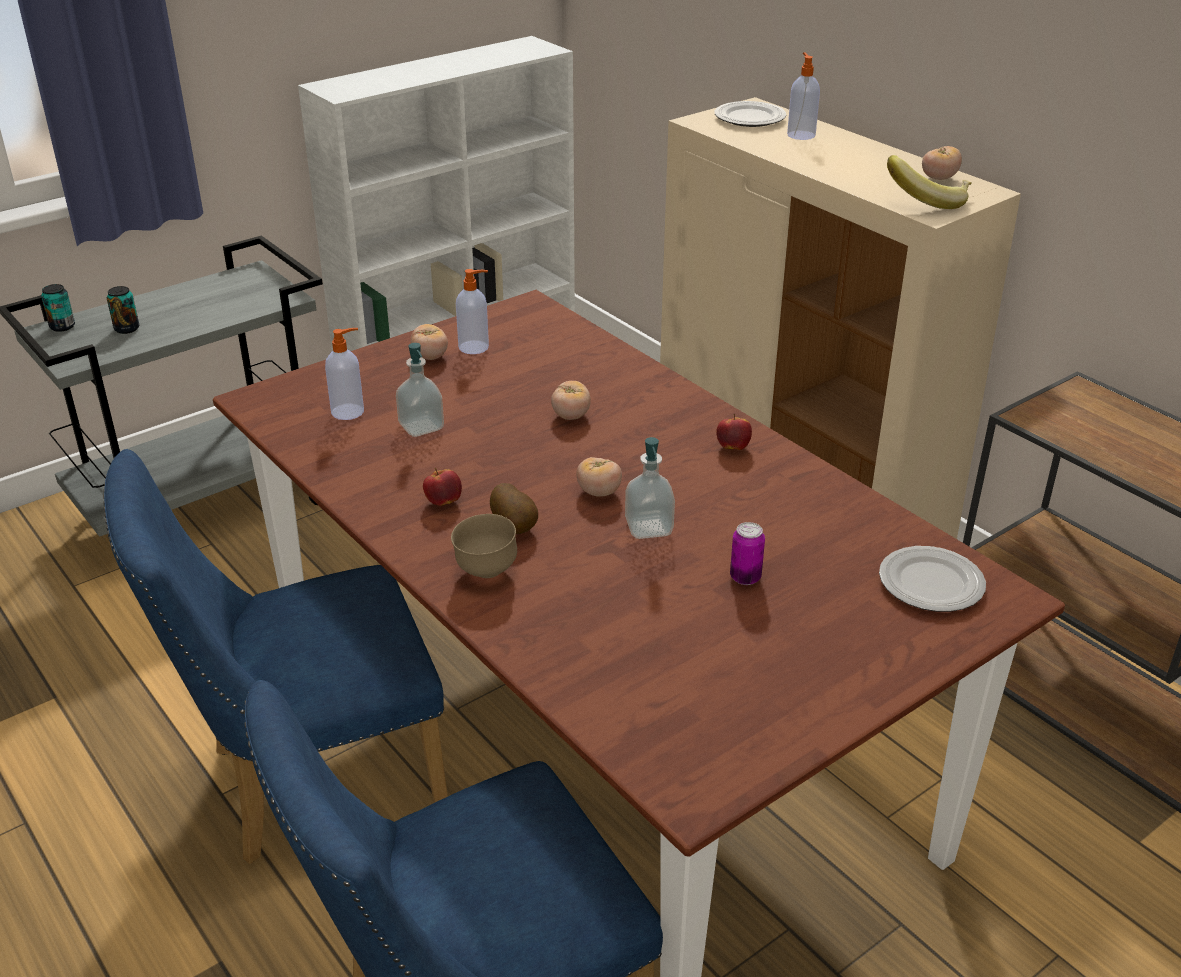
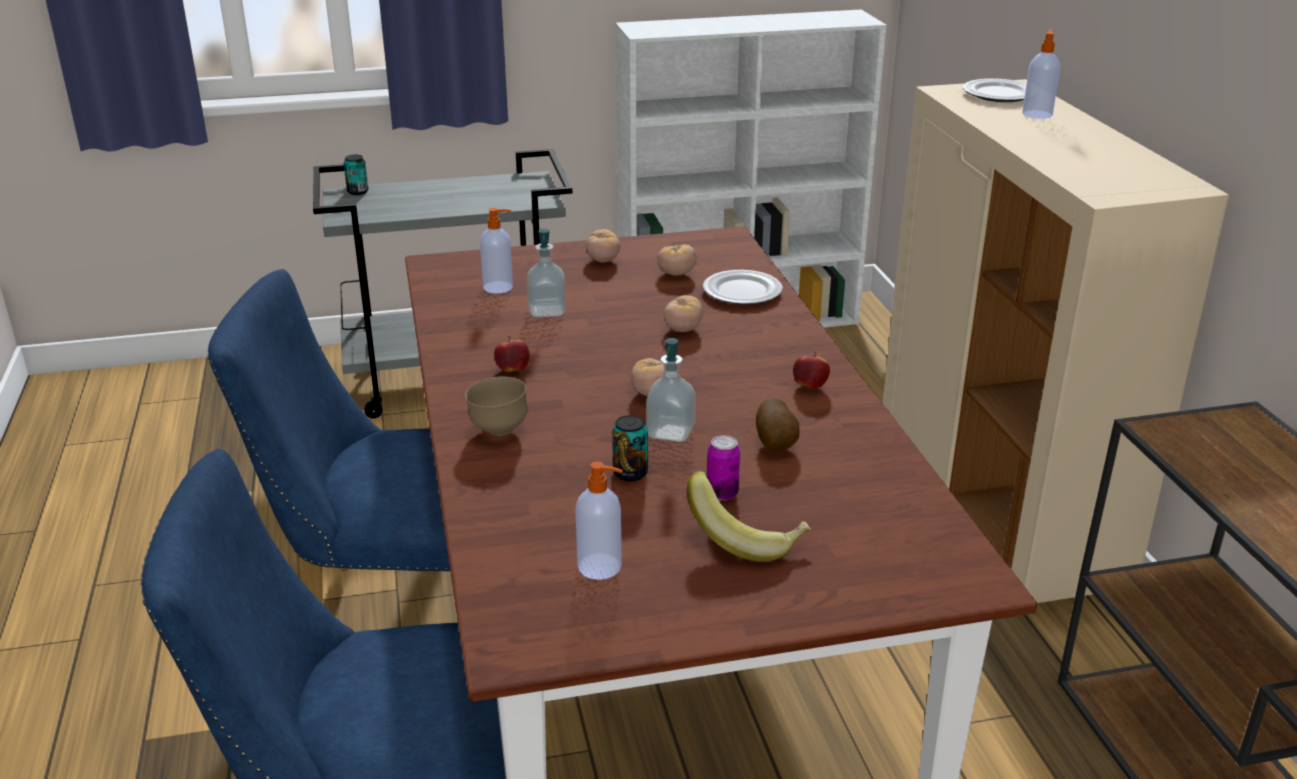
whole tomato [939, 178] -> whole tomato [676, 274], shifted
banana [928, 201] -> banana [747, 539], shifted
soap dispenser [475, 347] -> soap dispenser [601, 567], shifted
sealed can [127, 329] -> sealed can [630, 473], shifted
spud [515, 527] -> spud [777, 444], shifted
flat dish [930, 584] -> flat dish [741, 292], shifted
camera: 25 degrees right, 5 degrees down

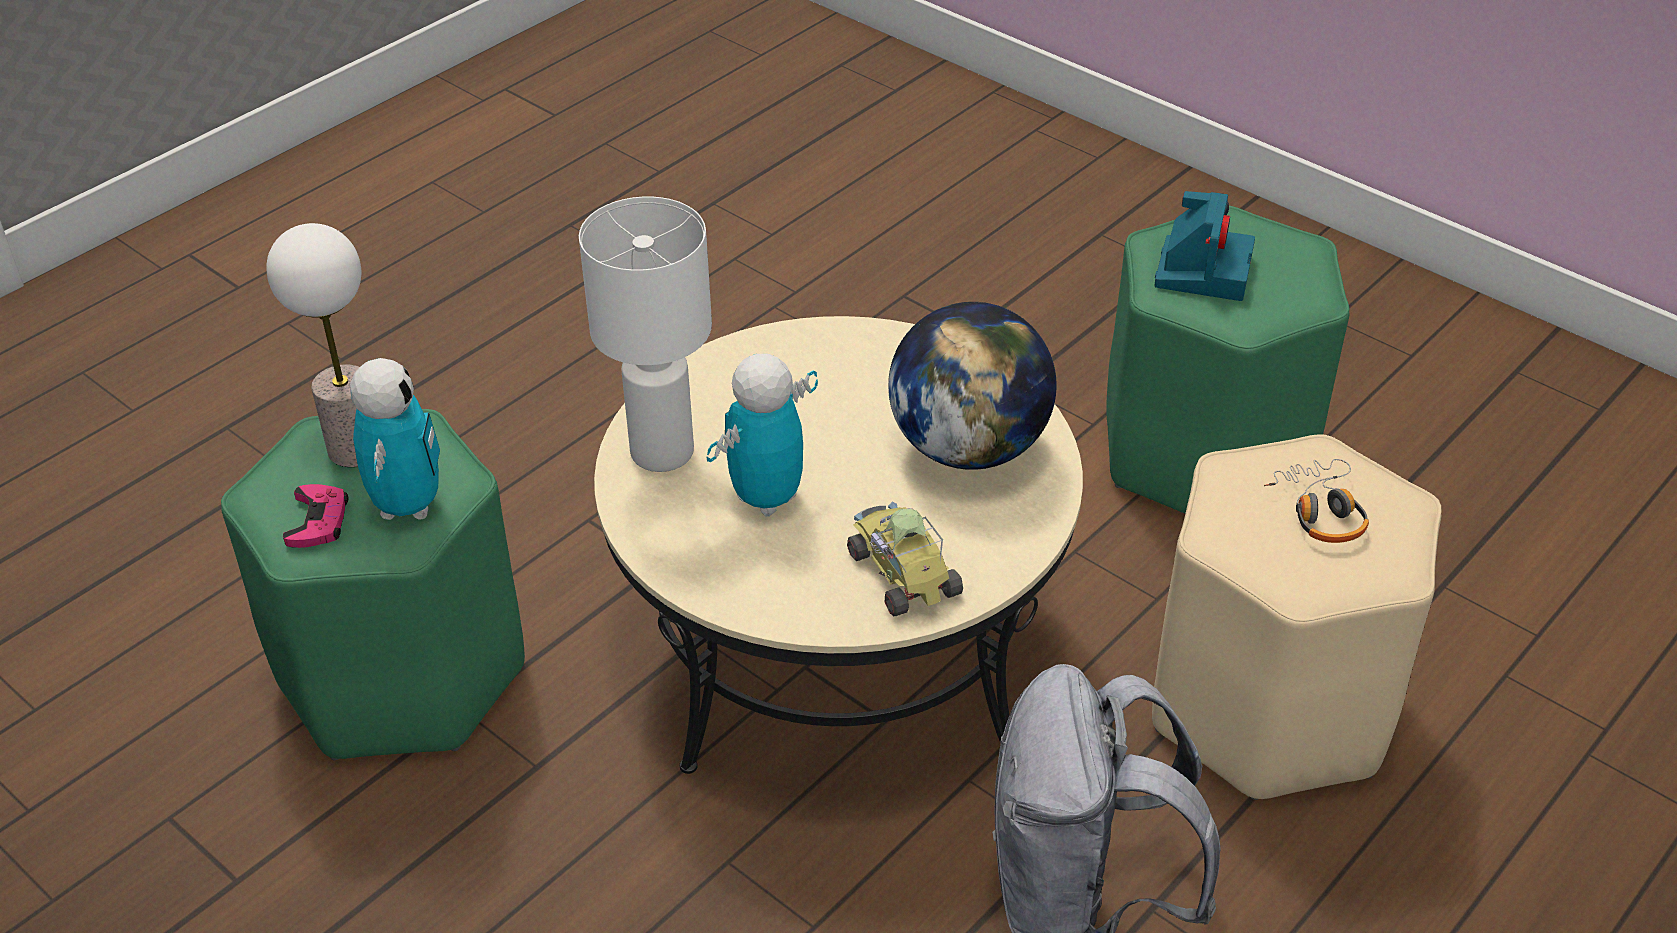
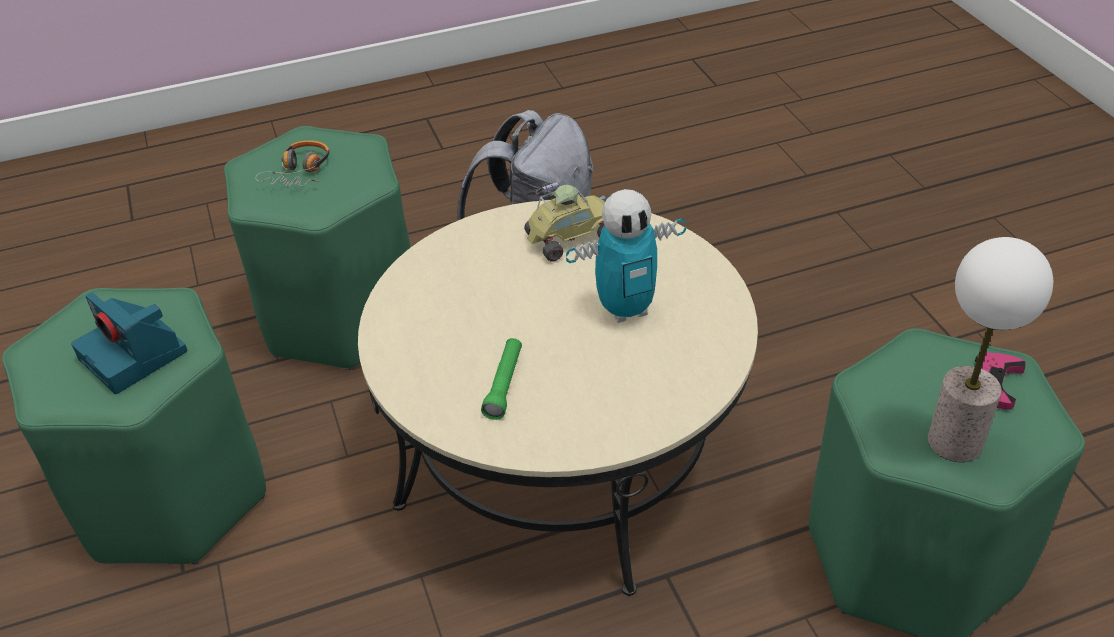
photo camera [1202, 269] -> photo camera [135, 356], 90 degrees counterclockwise
white-coloured lamp for a table [664, 452] -> none
globe [968, 447] -> none
model robot [407, 505] -> none
sand-coloured stool seat [1270, 708] -> green-coloured stool seat [341, 314]
model car [900, 572] -> model car [572, 235], 120 degrees counterclockwise
none -> green-coloured torch [504, 385]
camera: 150 degrees left, 0 degrees up

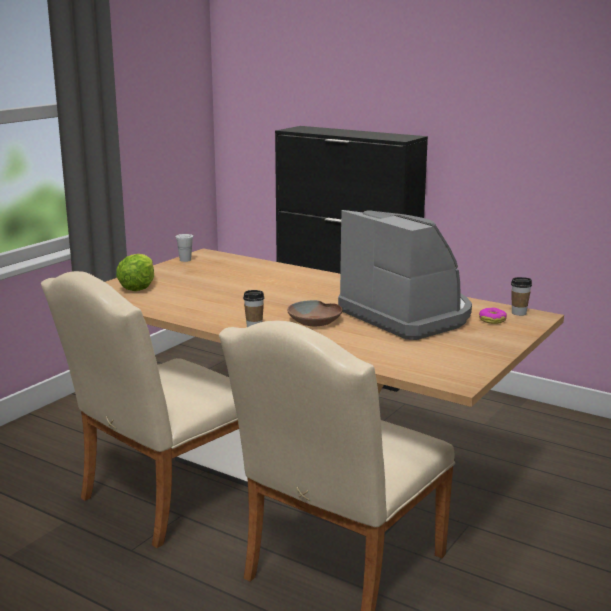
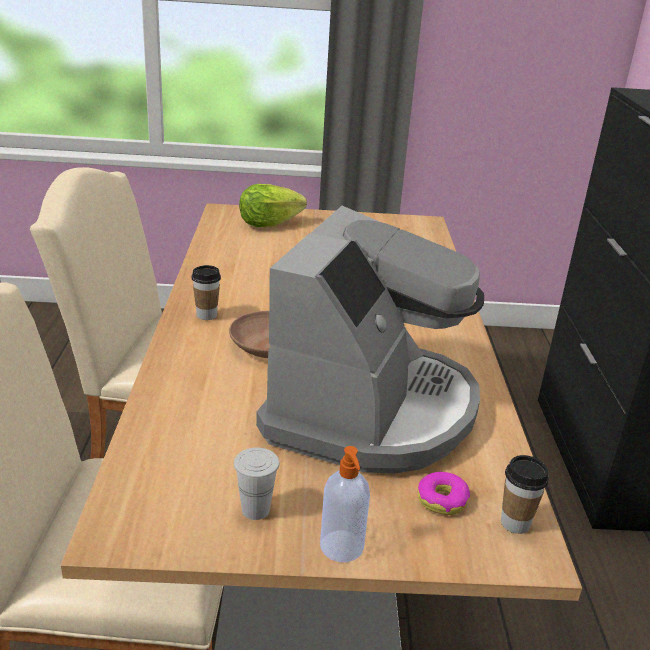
white-coloured cup [185, 260] -> white-coloured cup [255, 510], shifted
none -> soap dispenser [342, 548]
camera: 55 degrees right, 10 degrees up

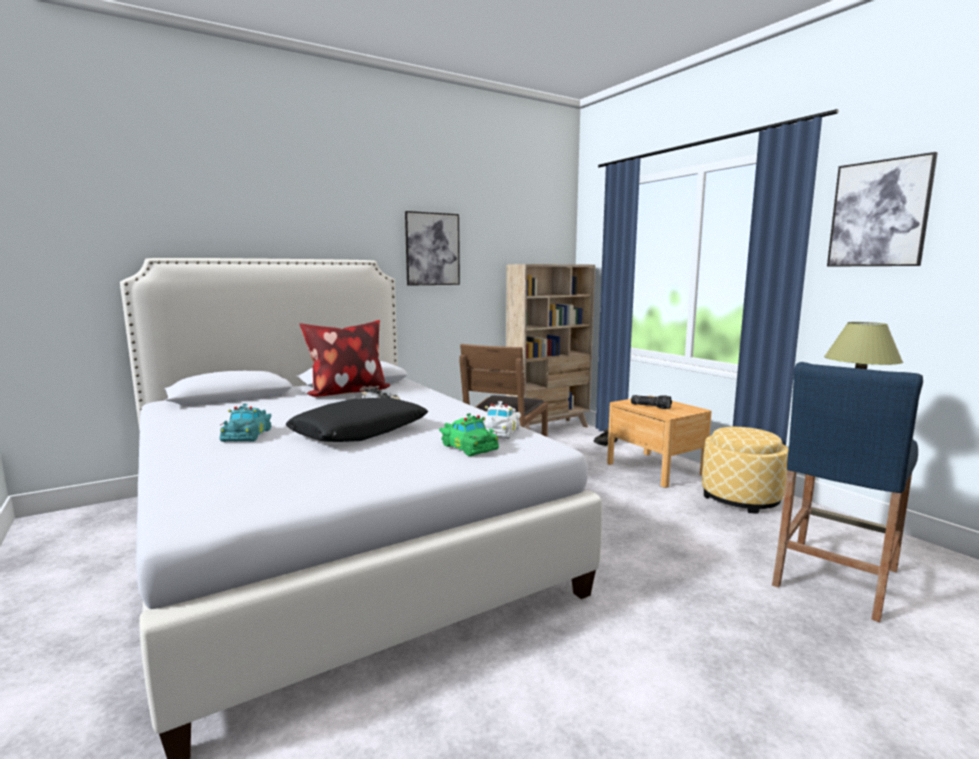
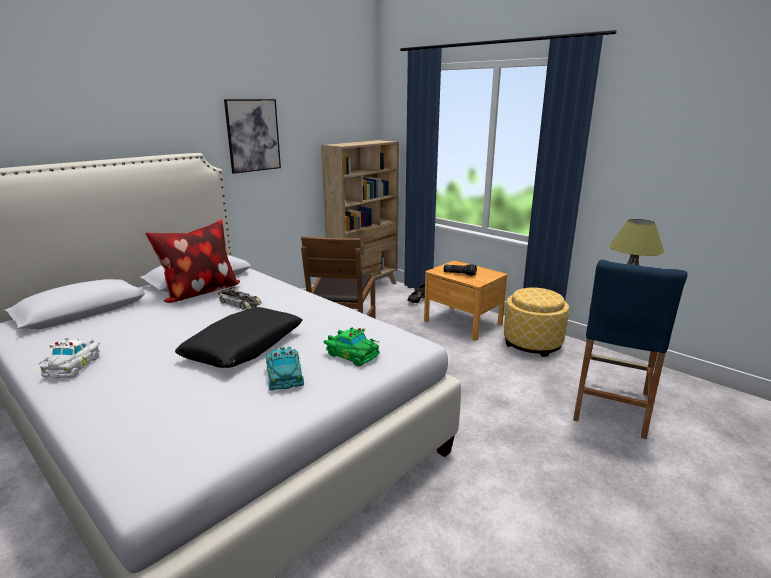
picture [879, 214] -> none
white-coloured model car [500, 431] -> white-coloured model car [74, 366], shifted
turquoise-coloured model car [248, 434] -> turquoise-coloured model car [285, 376], shifted
camera: 15 degrees left, 10 degrees up

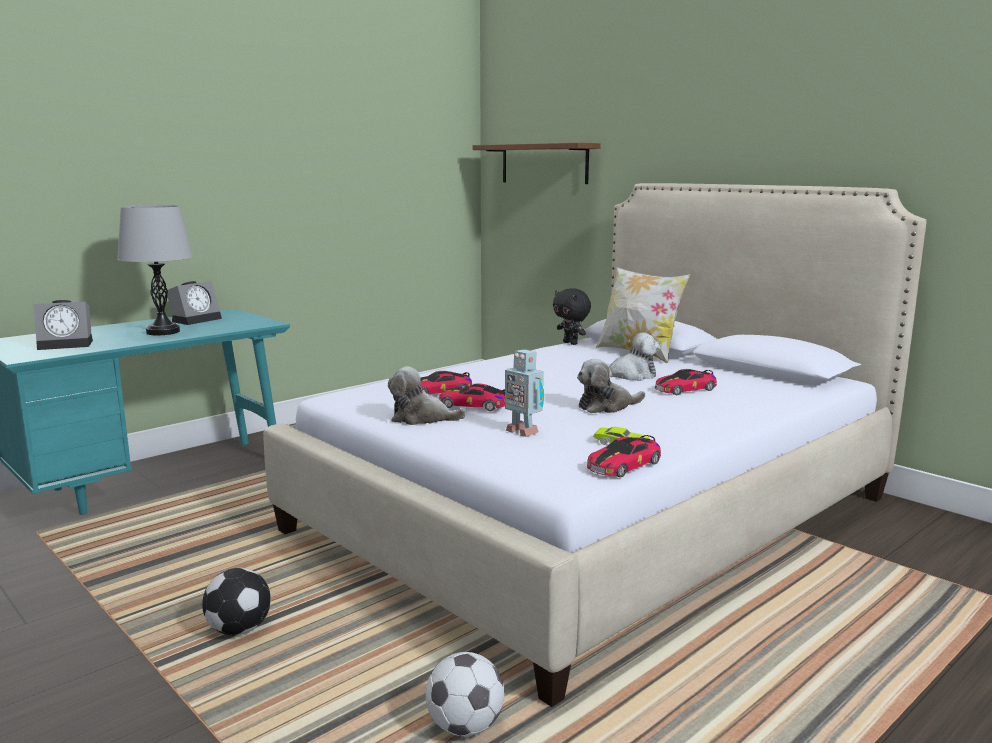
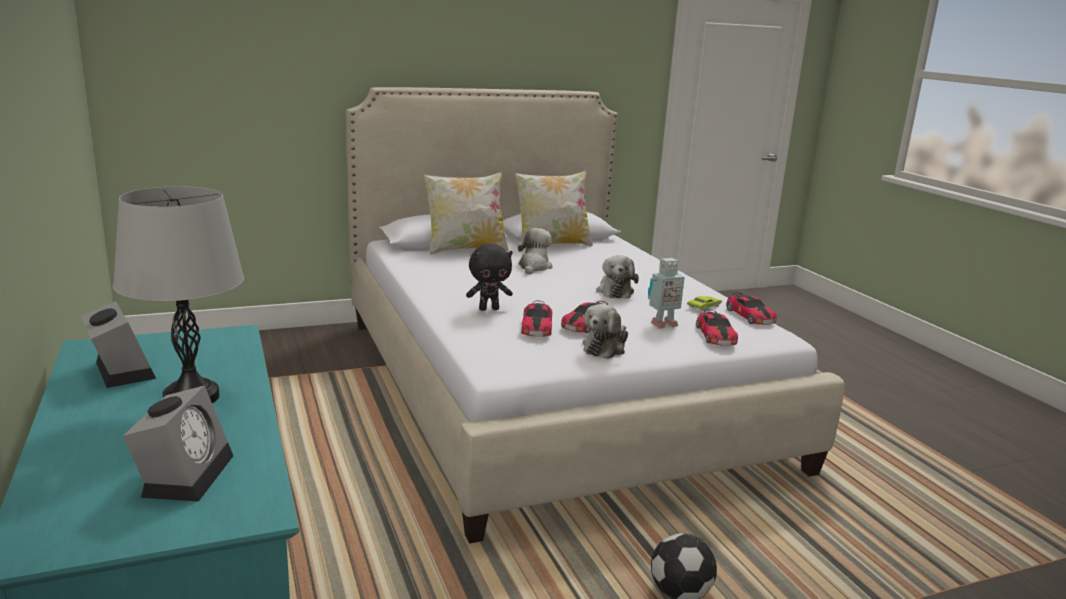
brown bracket shelf [544, 163] -> none
black-coloured cuddly toy [571, 343] -> black-coloured cuddly toy [489, 309], shifted
model car [685, 389] -> model car [715, 335], shifted
ball for football [465, 727] -> none
none -> pillow [552, 244]
camera: 70 degrees left, 5 degrees up

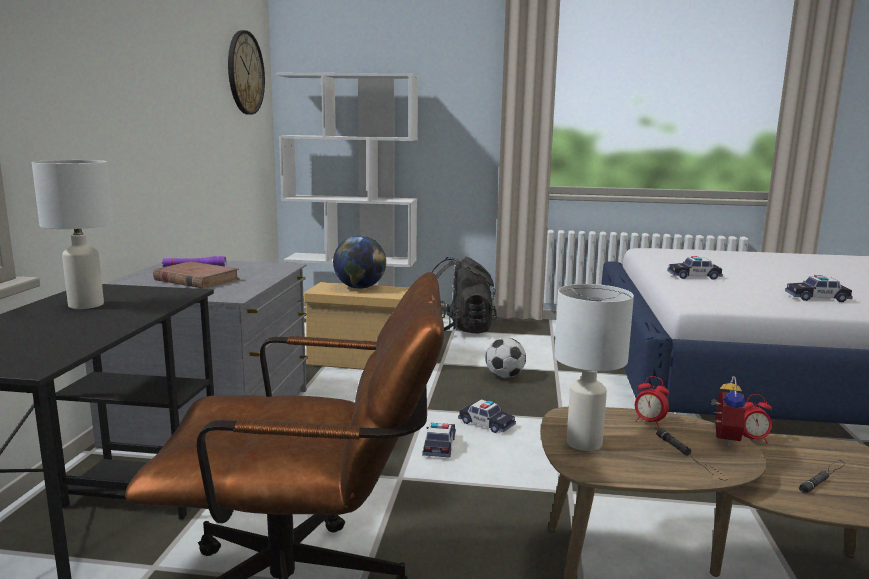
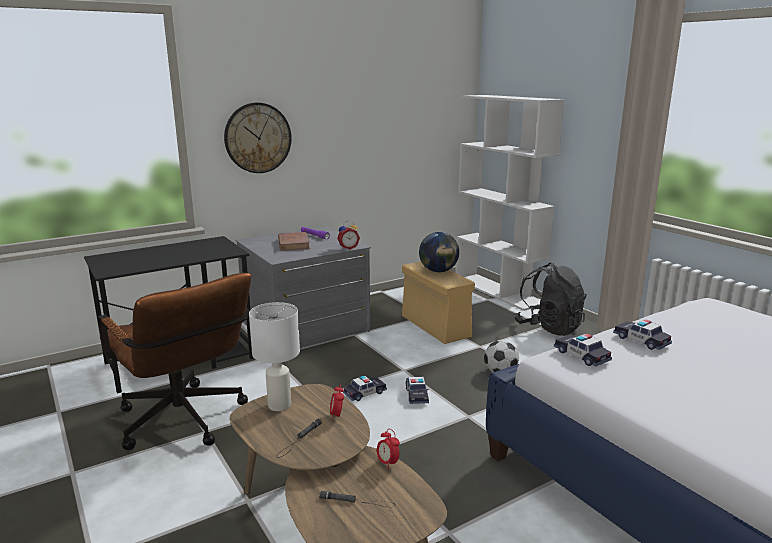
hanging clock [245, 73] -> hanging clock [258, 138], shifted
white-coloured lamp for a table [87, 304] -> none
model car [817, 298] -> model car [581, 355], shifted
bedside clock [722, 438] -> bedside clock [348, 247], shifted
camera: 50 degrees right, 5 degrees up

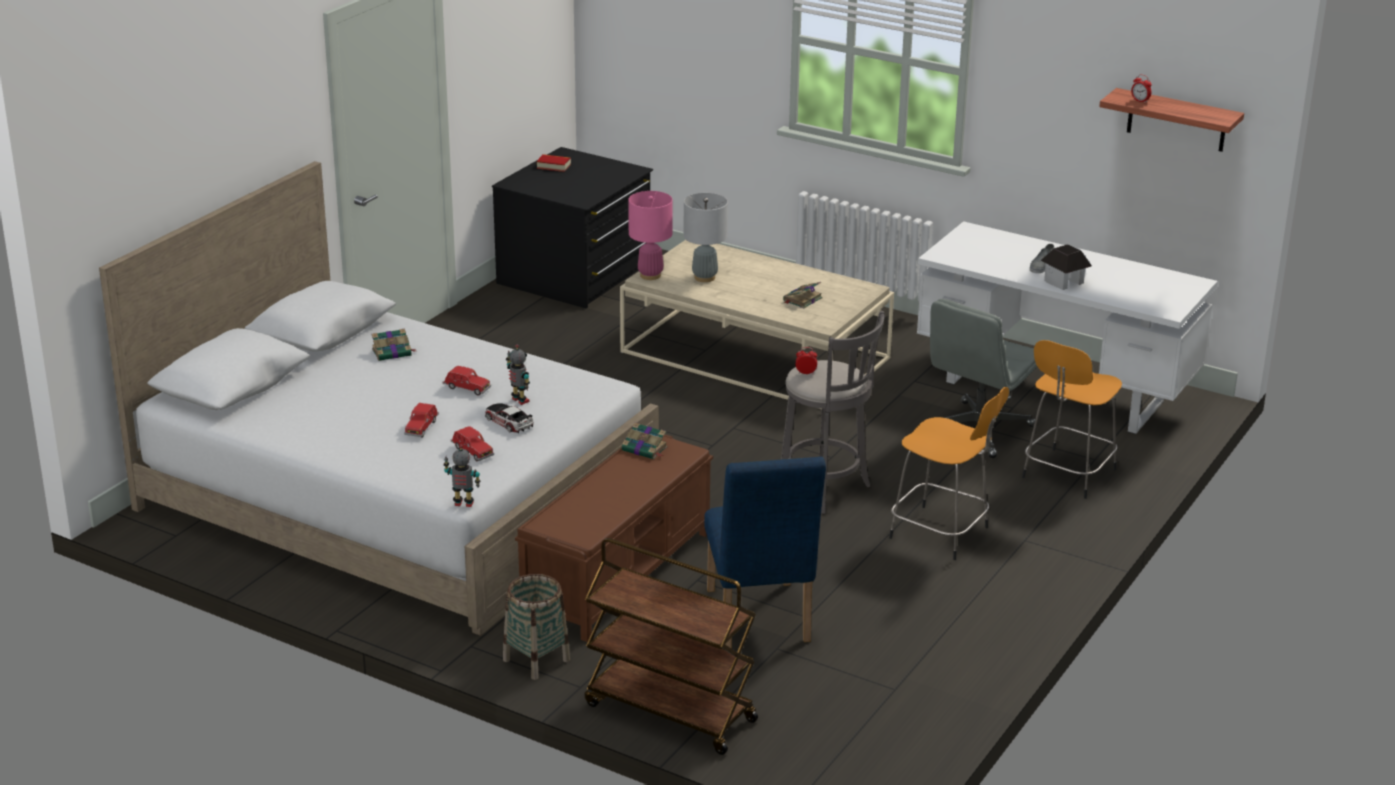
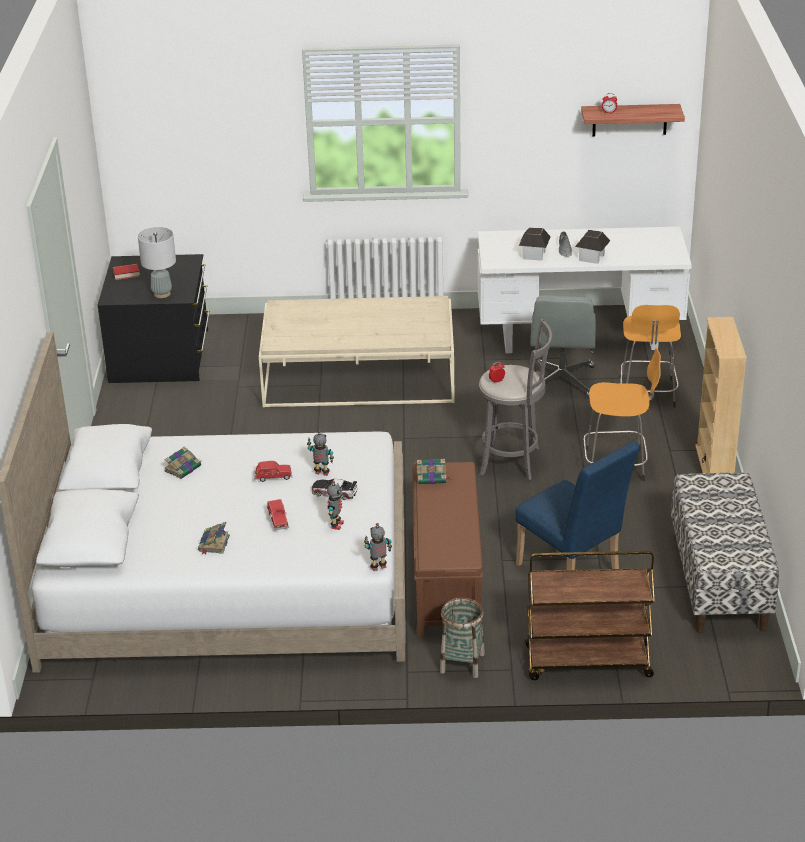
pinkish lamp for a table [650, 275] -> none
gray lamp for a table [705, 277] -> gray lamp for a table [162, 294], shifted
volume [802, 300] -> volume [214, 544], shifted
red-coloured model car [472, 452] -> model robot [336, 525]
none -> model house [534, 254]
none -> sand-coloured shelving unit [714, 467]
none -> indoor bench [719, 582]
camera: 30 degrees left, 5 degrees up

